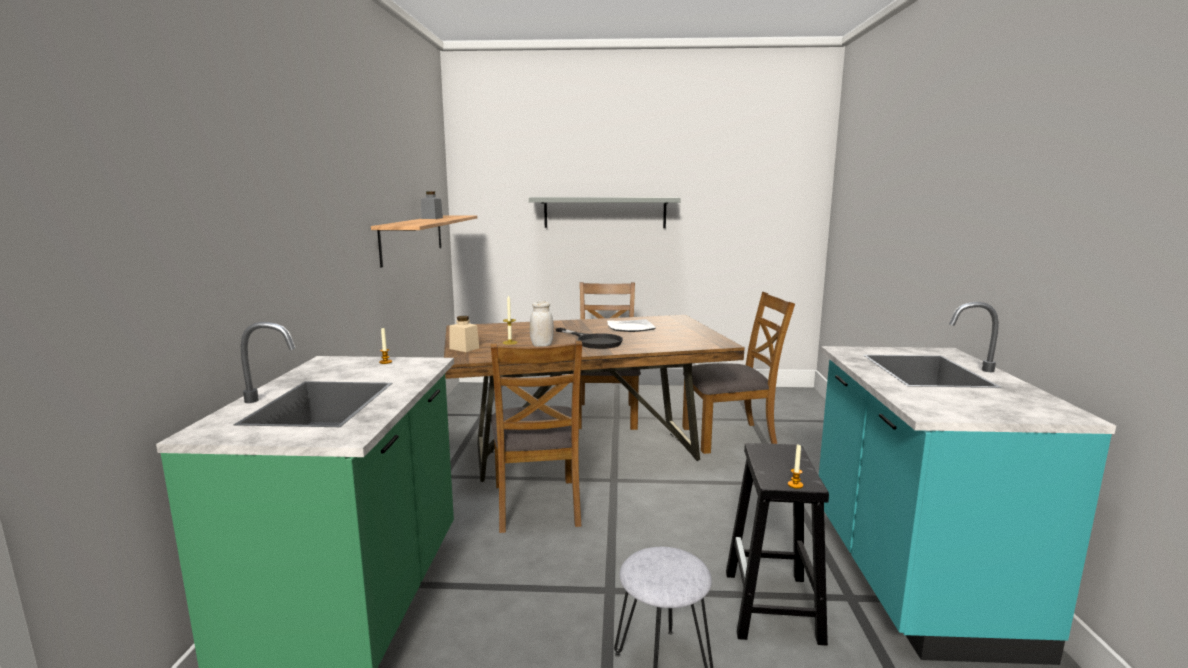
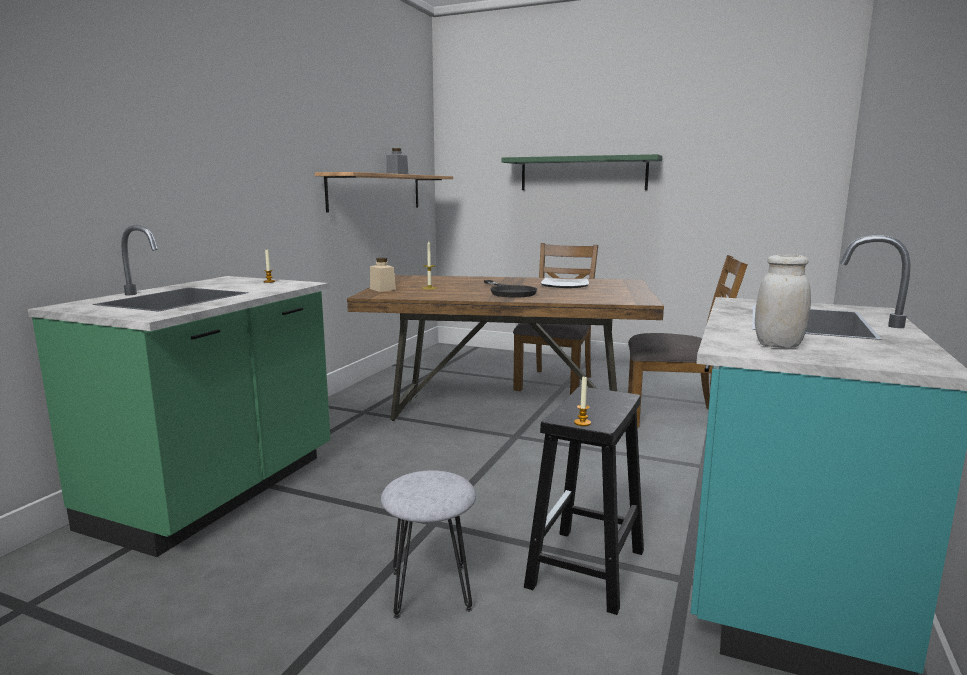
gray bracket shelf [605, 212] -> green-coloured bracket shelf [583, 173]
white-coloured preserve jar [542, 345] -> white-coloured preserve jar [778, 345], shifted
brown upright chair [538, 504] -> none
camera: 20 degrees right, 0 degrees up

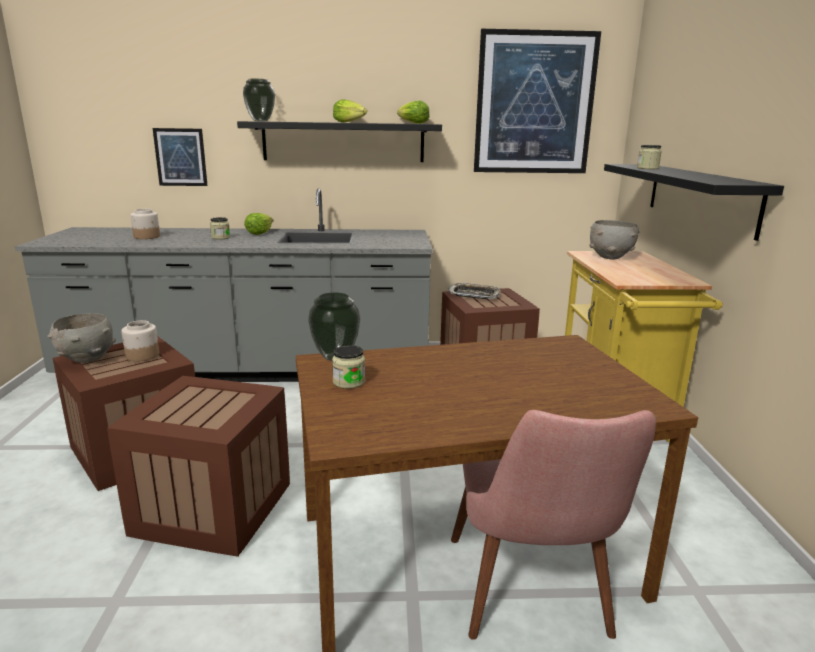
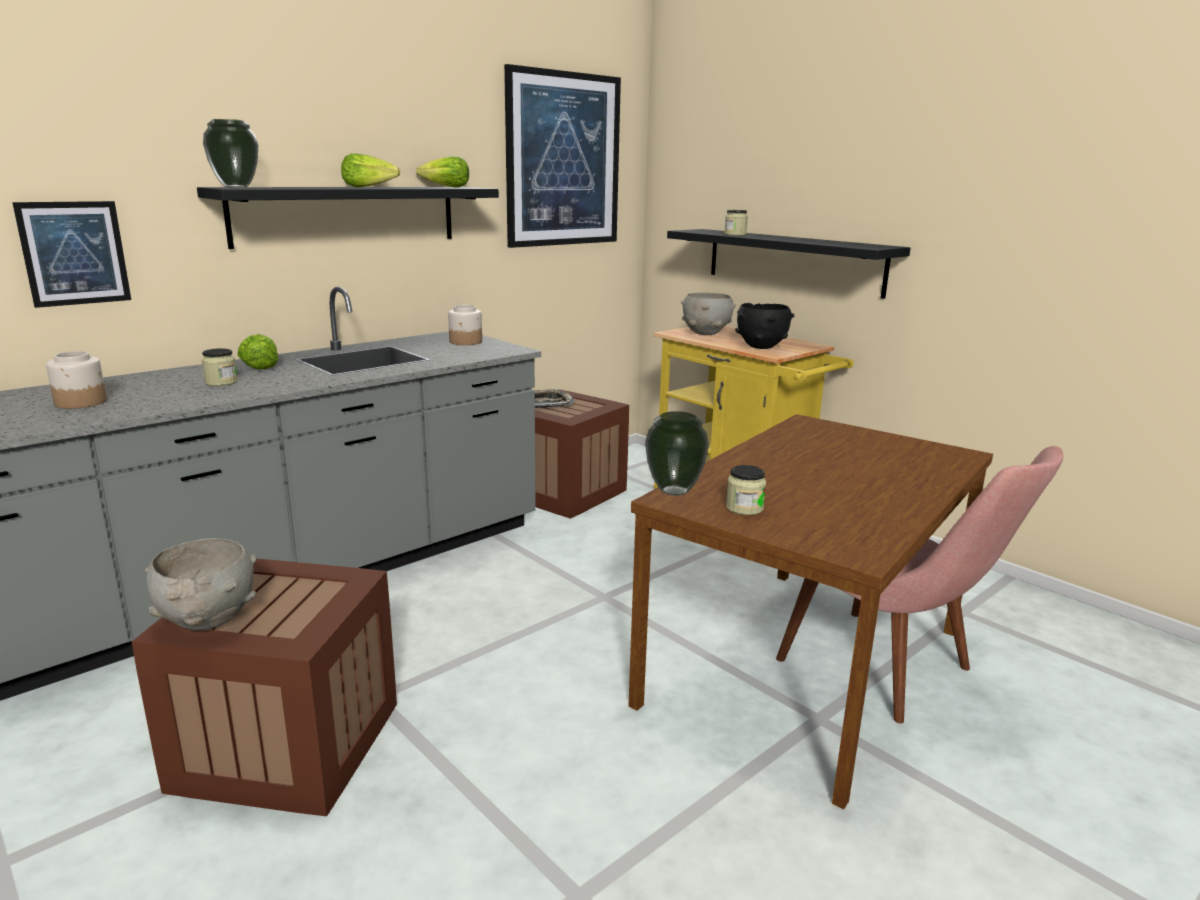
preserve jar [142, 355] -> preserve jar [466, 342], shifted
shipping crate [213, 508] -> none
none -> black-coloured bowl [761, 346]
camera: 40 degrees left, 0 degrees up

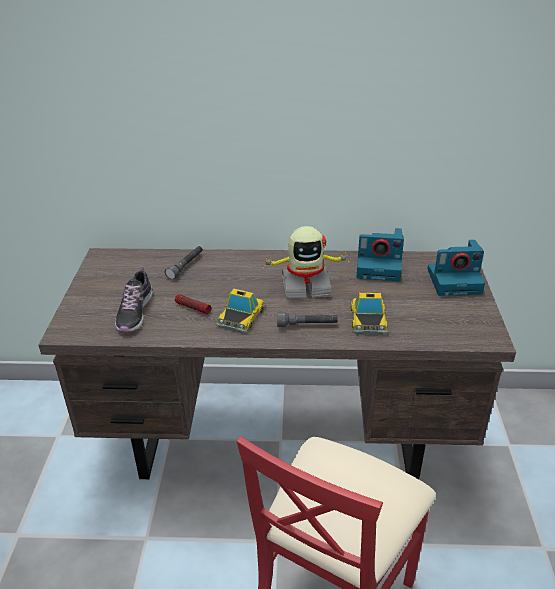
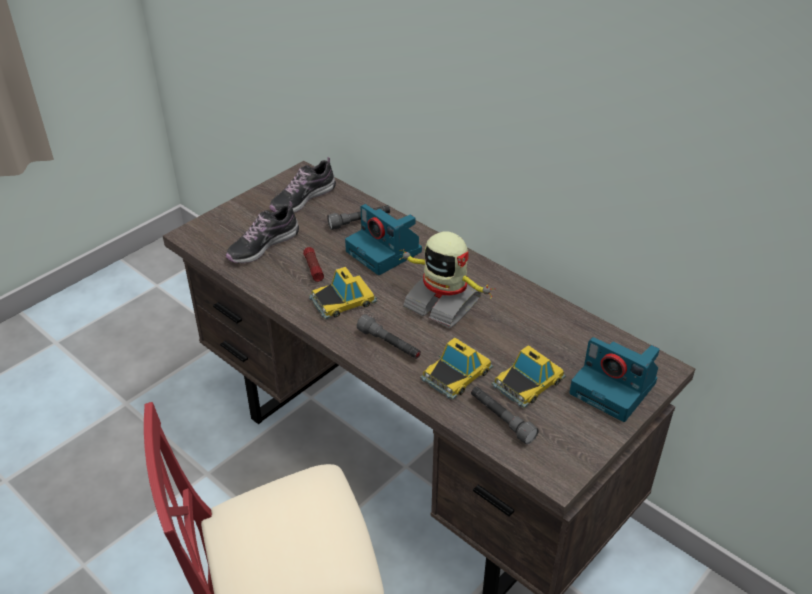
photo camera [380, 266] -> photo camera [385, 252], shifted
none -> item of footwear [302, 199]
none -> model car [528, 382]
none -> gray torch [501, 419]
camera: 40 degrees right, 5 degrees up

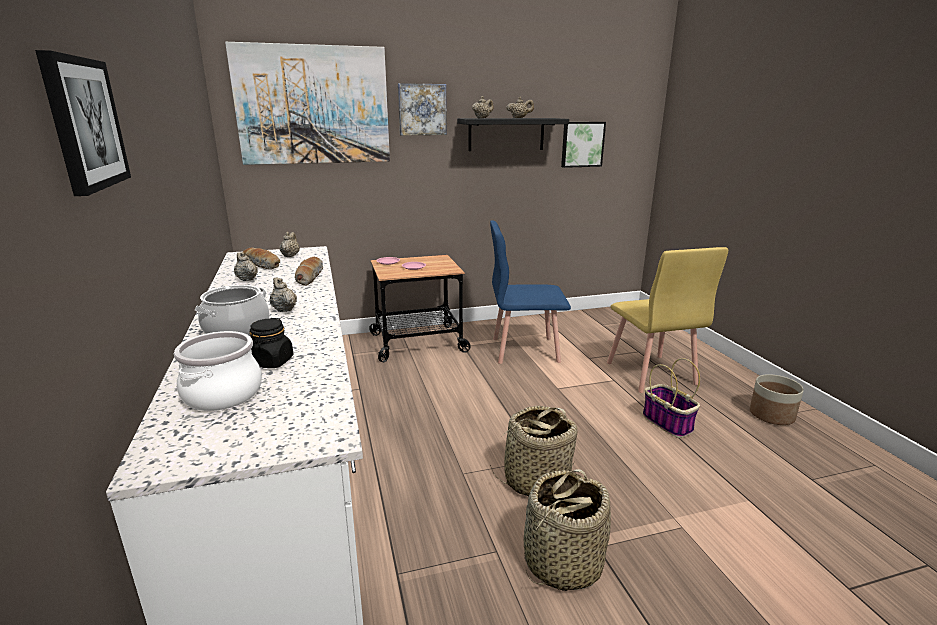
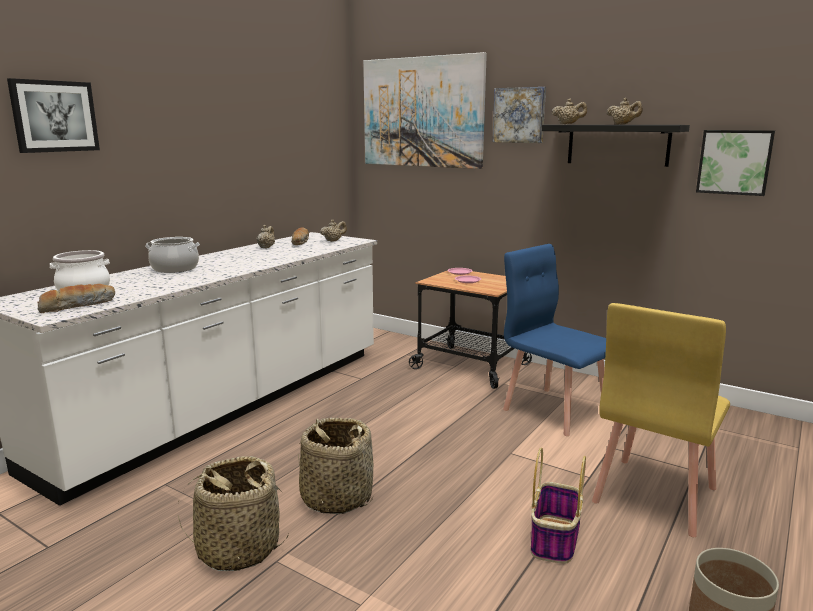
baked bread [309, 277] -> baked bread [78, 305], shifted
sand-coloured teapot [284, 309] -> none
black-coloured preserve jar [271, 362] -> none
camera: 50 degrees right, 5 degrees down

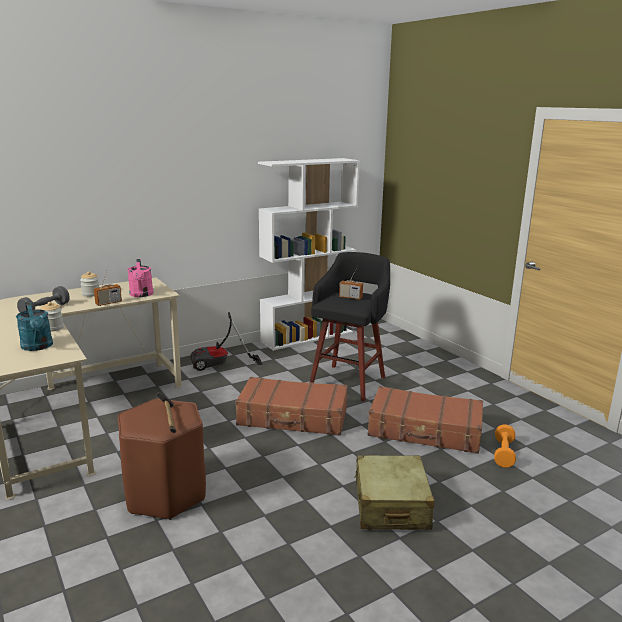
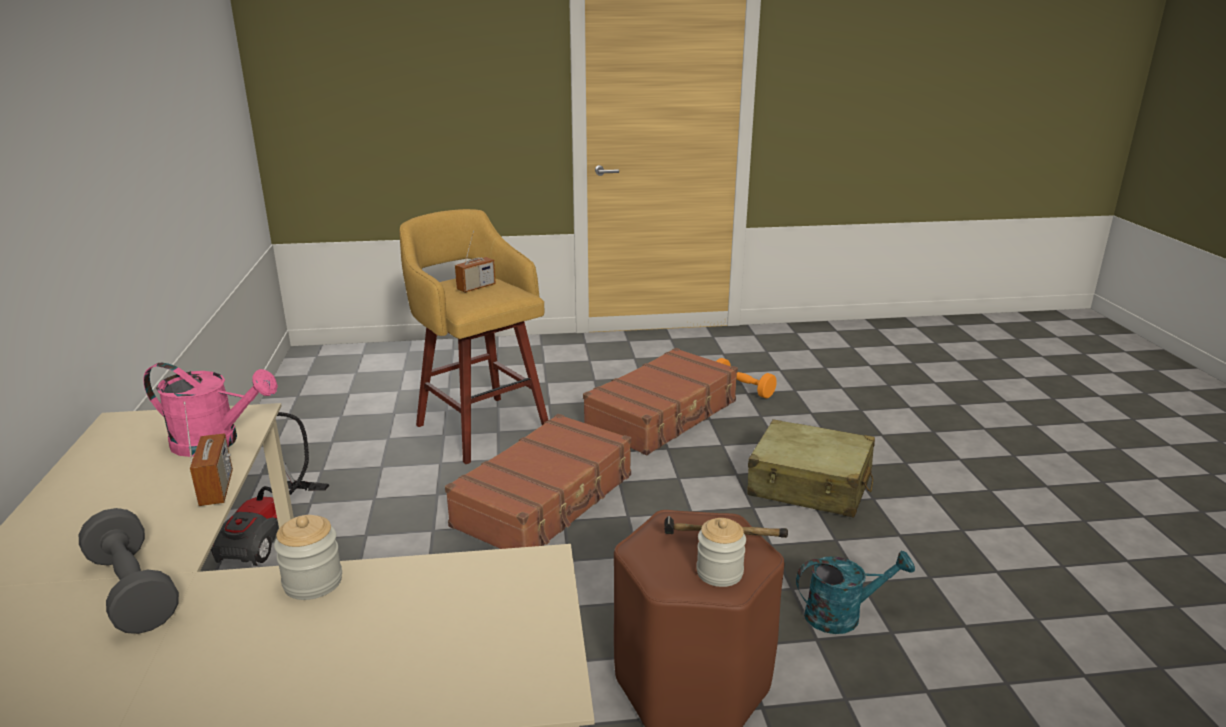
white-coloured shelving unit [307, 336] -> none
black-coloured stool seat [349, 381] -> yellow-coloured stool seat [481, 427]
preserve jar [91, 294] -> preserve jar [719, 573], shifted
turquoise-coloured watering pot [38, 347] -> turquoise-coloured watering pot [842, 615], shifted
camera: 65 degrees left, 5 degrees up

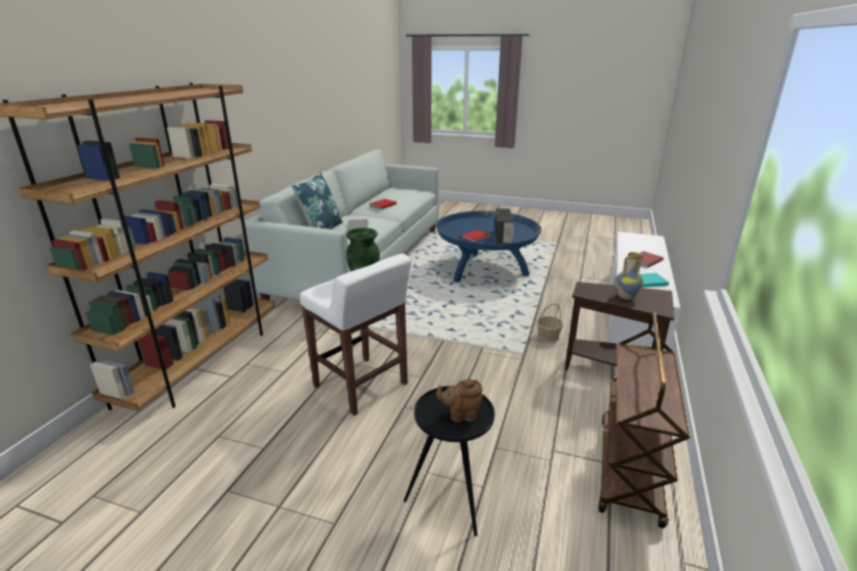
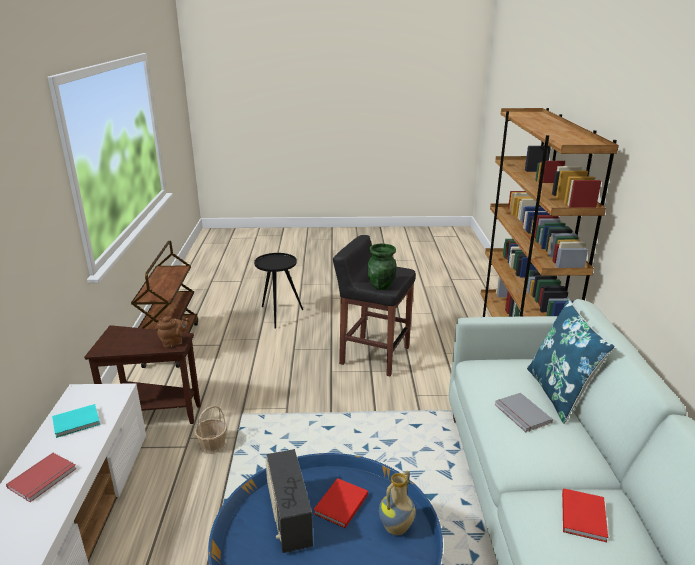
vase [625, 297] -> vase [396, 528], shifted
white-coloured stool seat [361, 386] -> black-coloured stool seat [373, 355]
brown teapot [461, 415] -> brown teapot [174, 342], shifted
camera: 160 degrees right, 0 degrees up

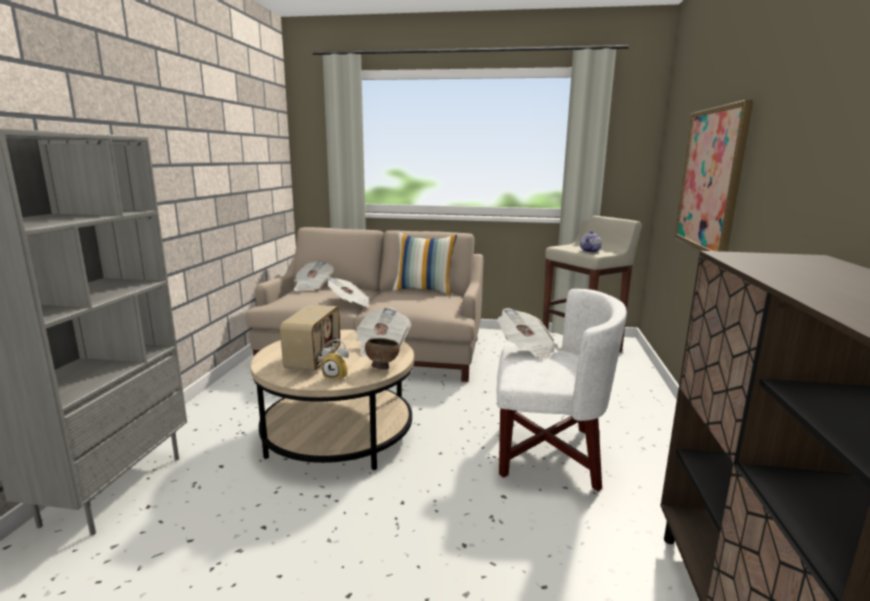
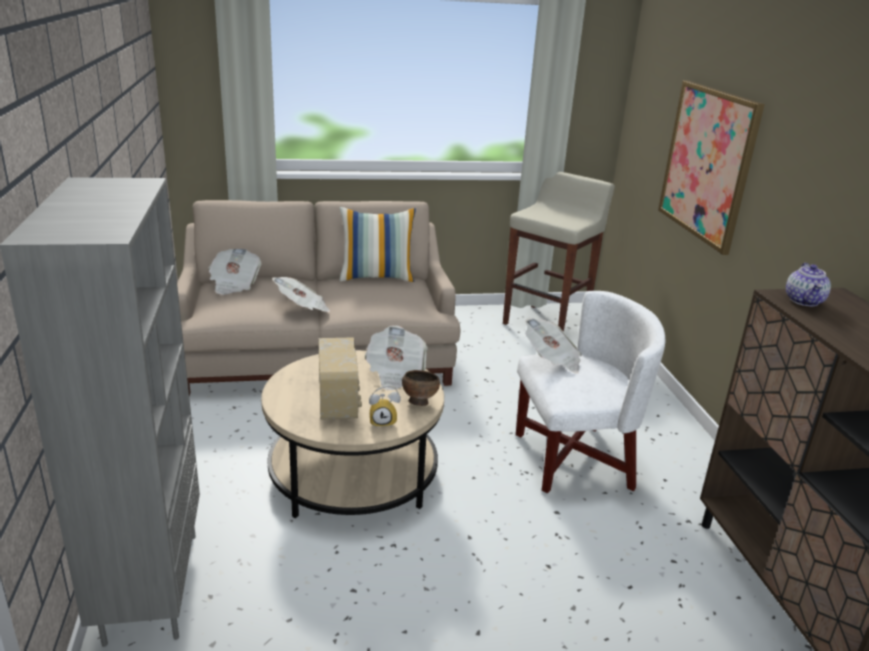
teapot [590, 251] -> teapot [804, 301], shifted
camera: 20 degrees left, 10 degrees up

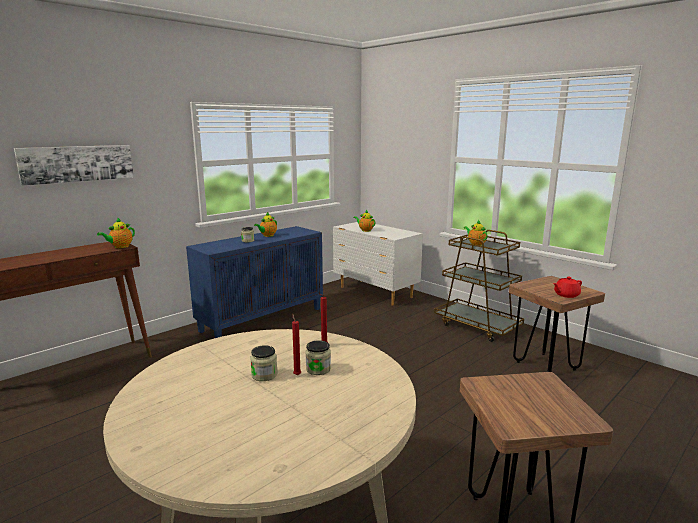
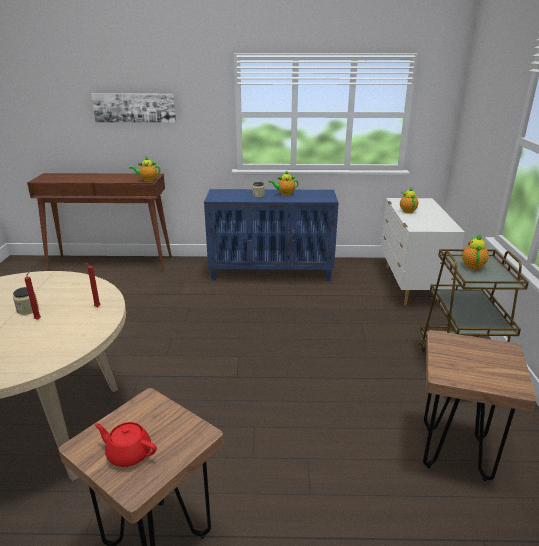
red-coloured teapot [566, 295] -> red-coloured teapot [128, 453], shifted
preserve jar [318, 369] -> none
camera: 45 degrees right, 10 degrees up

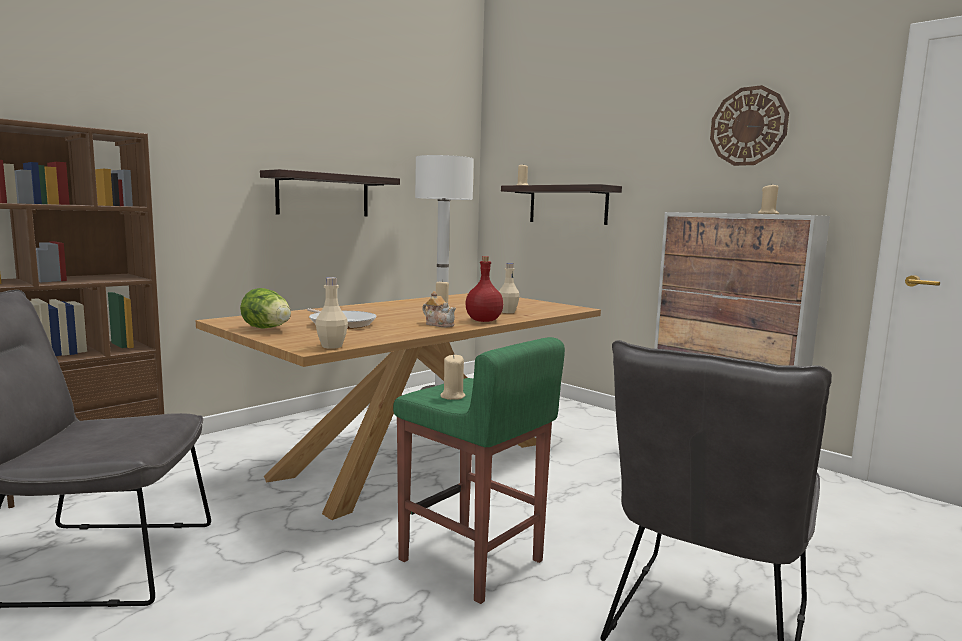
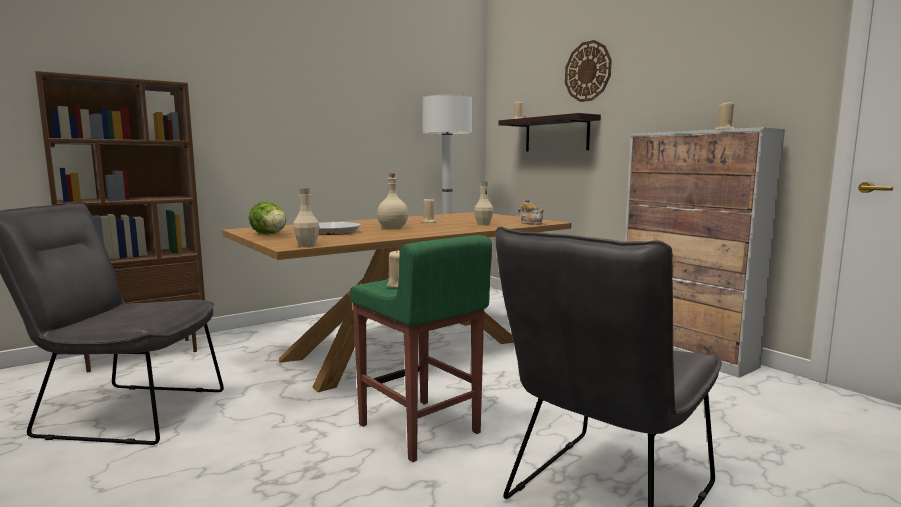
hanging clock [748, 126] -> hanging clock [588, 71], shifted
bracket shelf [323, 195] -> none
red-coloured beverage bottle [483, 321] -> none
teapot [439, 324] -> teapot [531, 223], shifted
none -> sand-coloured beverage bottle [392, 228]
camera: 10 degrees right, 0 degrees up

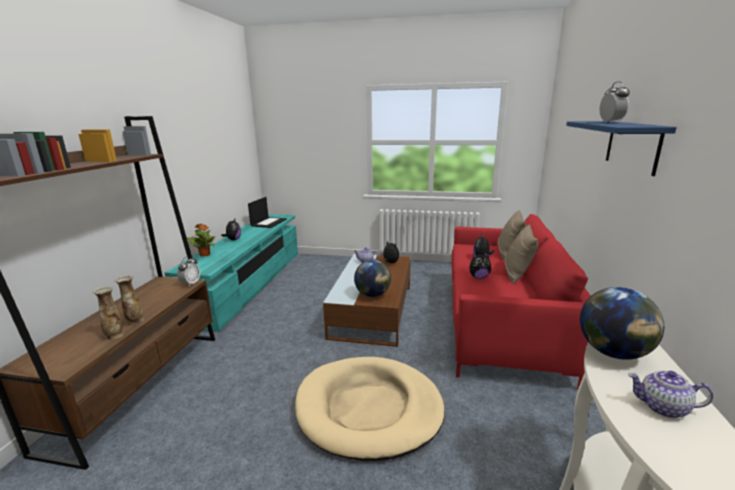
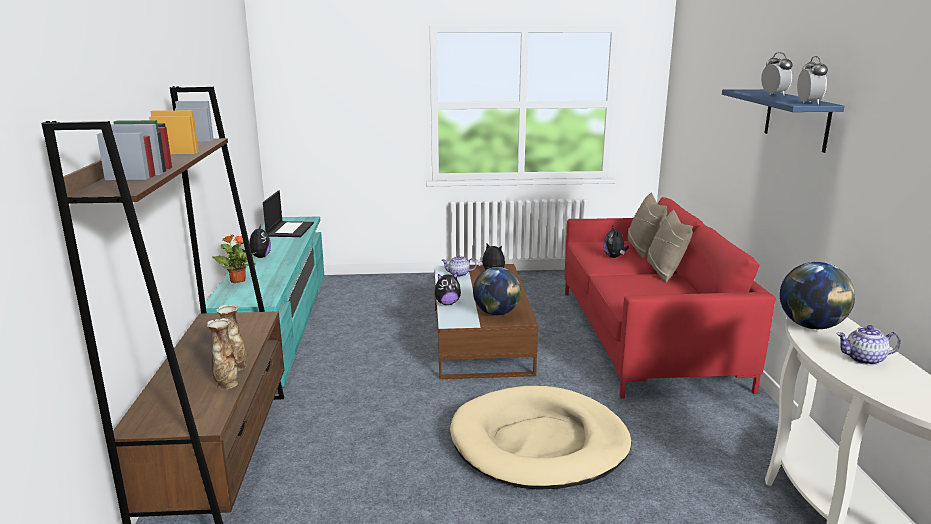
cuddly toy [478, 277] -> cuddly toy [447, 303], shifted
bedside clock [190, 283] -> bedside clock [808, 103], shifted
camera: 15 degrees left, 0 degrees up

